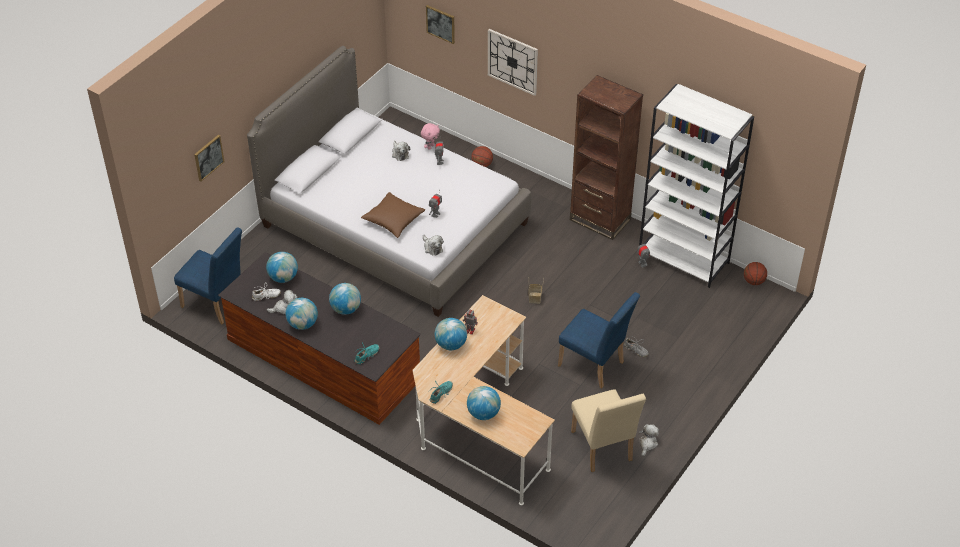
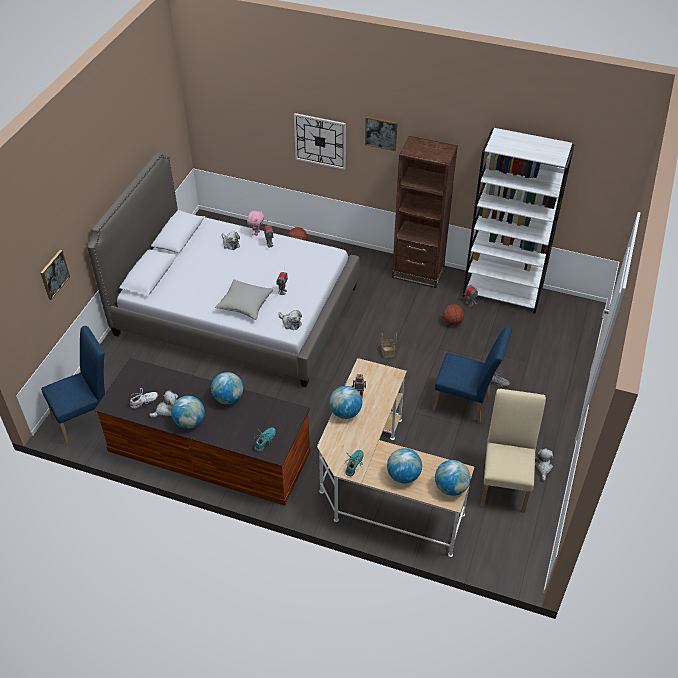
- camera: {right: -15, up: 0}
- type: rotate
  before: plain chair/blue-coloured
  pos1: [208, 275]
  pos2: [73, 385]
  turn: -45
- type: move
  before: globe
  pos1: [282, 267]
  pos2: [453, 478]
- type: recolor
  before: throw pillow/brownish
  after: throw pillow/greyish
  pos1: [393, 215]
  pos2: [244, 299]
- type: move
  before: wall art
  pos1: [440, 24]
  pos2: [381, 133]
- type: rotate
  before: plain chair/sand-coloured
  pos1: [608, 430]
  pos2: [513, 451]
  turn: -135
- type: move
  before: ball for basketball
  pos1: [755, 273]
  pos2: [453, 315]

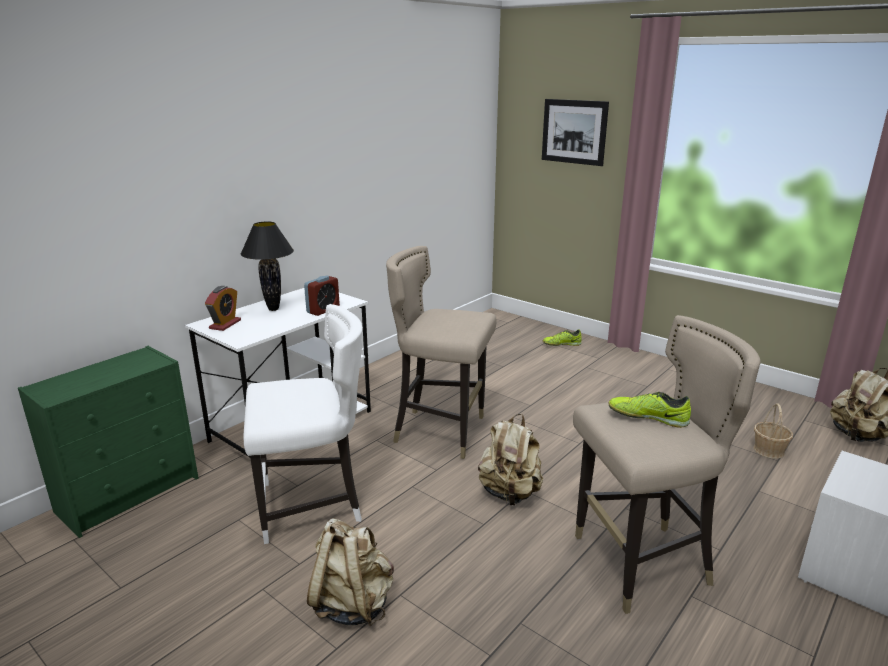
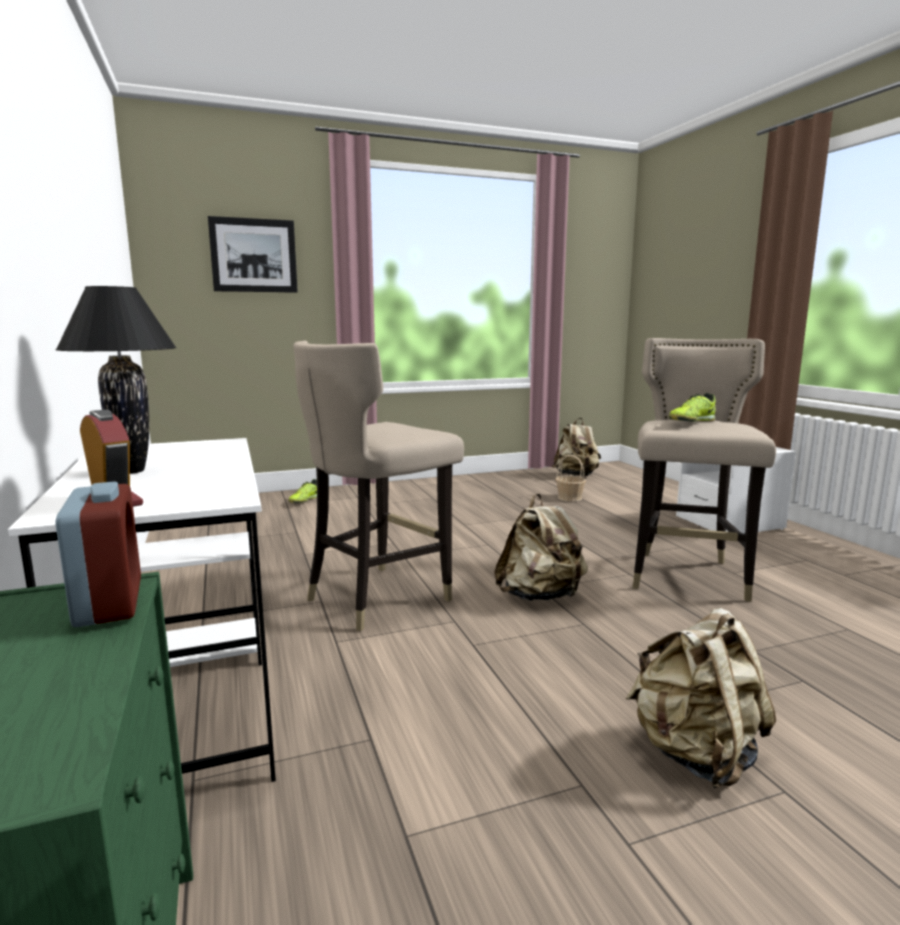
- camera: {right: -60, up: -10}
- type: delete
  before: plain chair/whitish
  pos1: [303, 424]
- type: move
  before: bedside clock
  pos1: [322, 295]
  pos2: [98, 554]

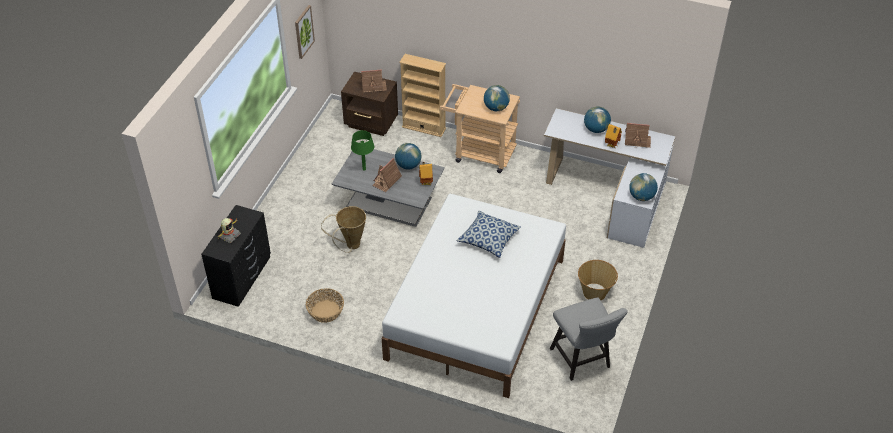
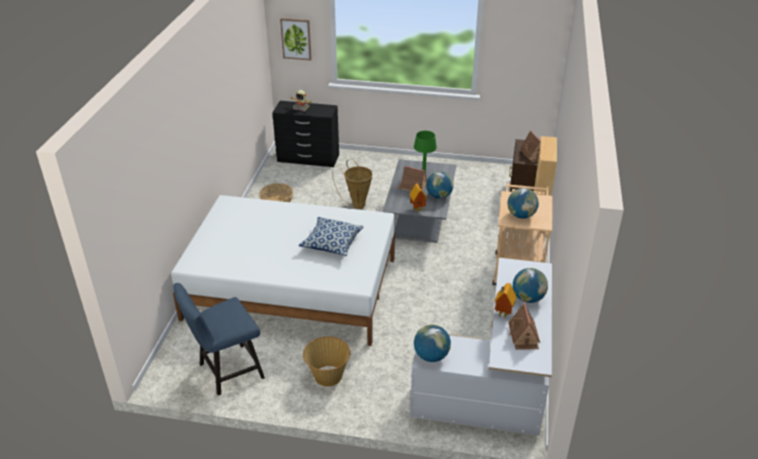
- camera: {right: 80, up: -10}
- type: move
  before: wall art
  pos1: [305, 32]
  pos2: [296, 39]
- type: recolor
  before: plain chair/greyish
  after: plain chair/blue-coloured
  pos1: [589, 339]
  pos2: [219, 339]

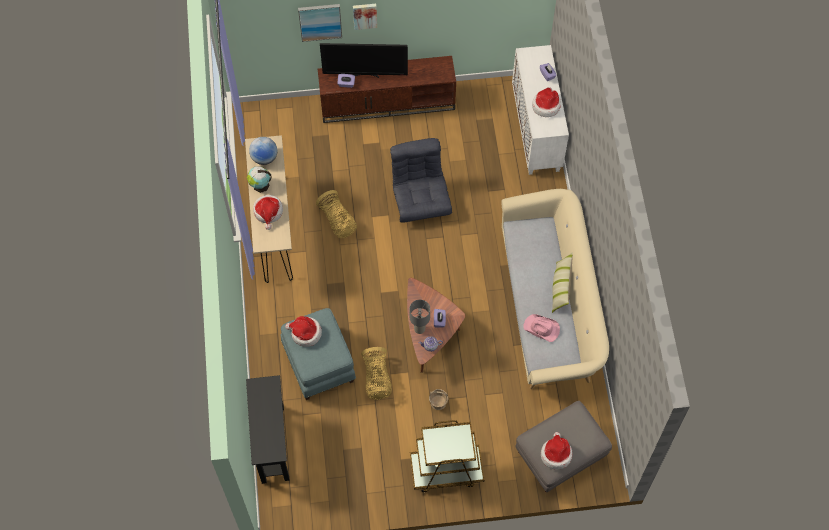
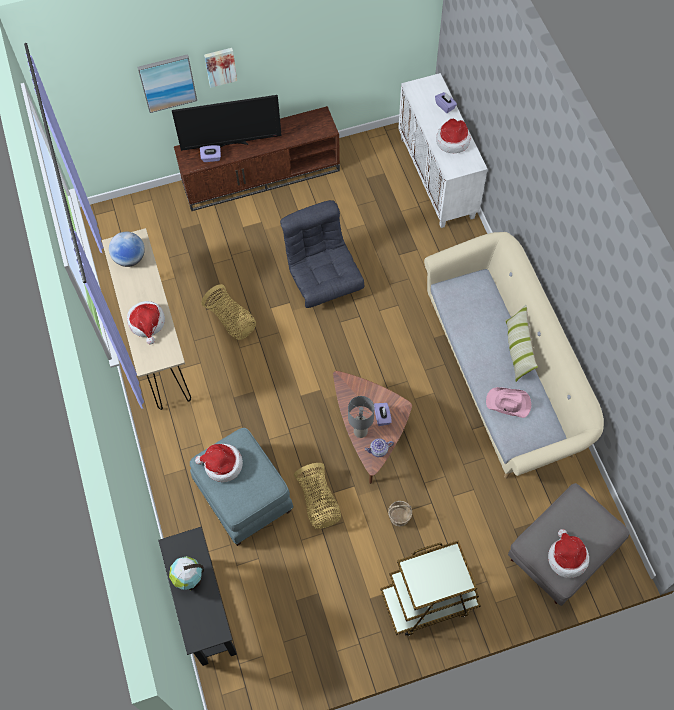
- camera: {right: -10, up: 0}
- type: move
  before: globe
  pos1: [259, 179]
  pos2: [186, 573]

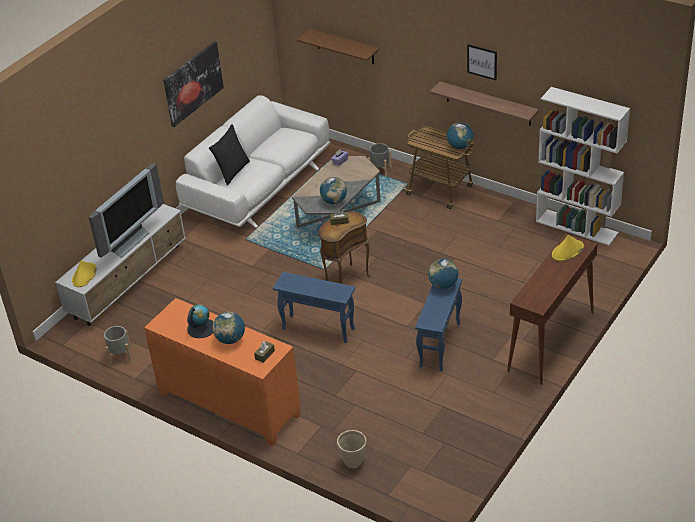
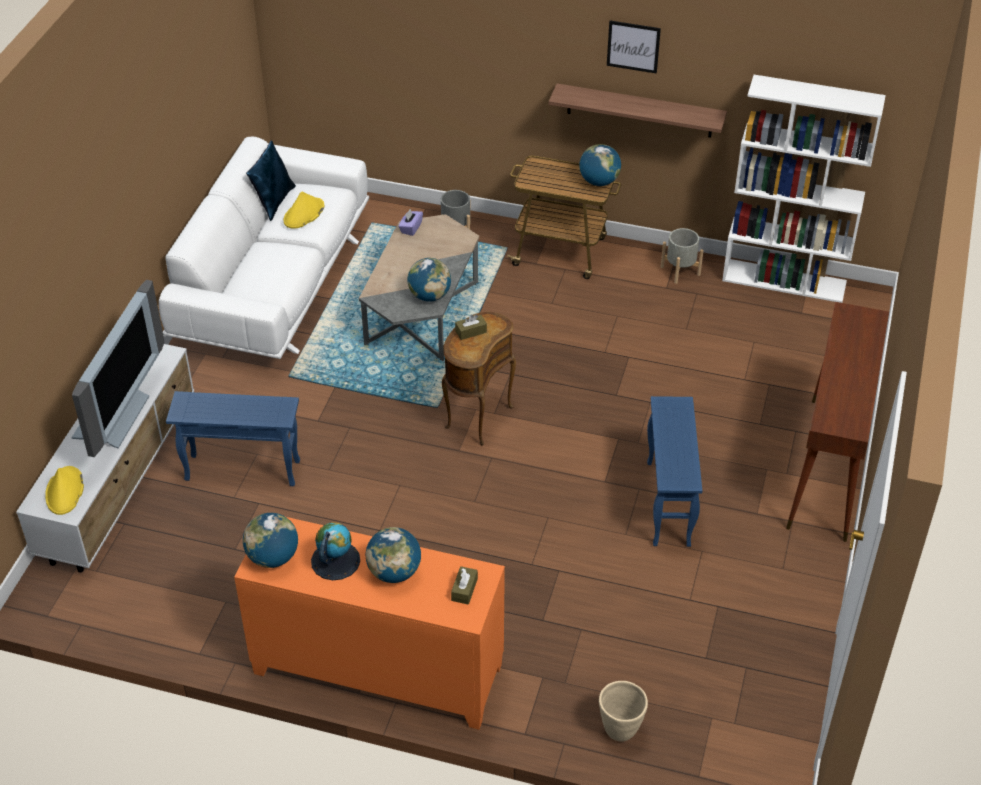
- camera: {right: -20, up: 5}
- type: move
  before: plant pot/greyish
  pos1: [118, 345]
  pos2: [682, 256]
- type: delete
  before: wall art
  pos1: [193, 84]
- type: delete
  before: throw pillow/blackish
  pos1: [229, 154]
- type: move
  before: side table/blue-coloured
  pos1: [314, 307]
  pos2: [233, 438]
- type: delete
  before: bracket shelf/brownish
  pos1: [338, 46]
- type: move
  before: globe
  pos1: [443, 274]
  pos2: [270, 540]
- type: move
  before: wearable hat/yellow
  pos1: [568, 248]
  pos2: [303, 209]
- type: insert
  after: throw pillow/blue-coloured
  pos2: [271, 180]

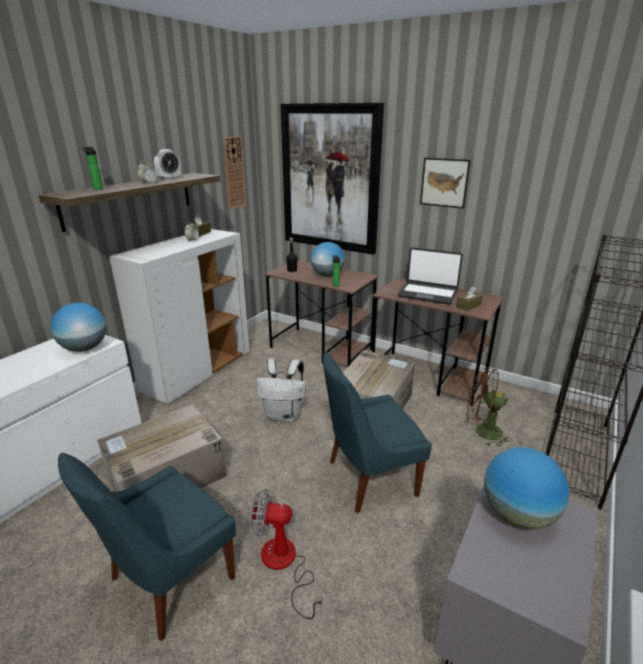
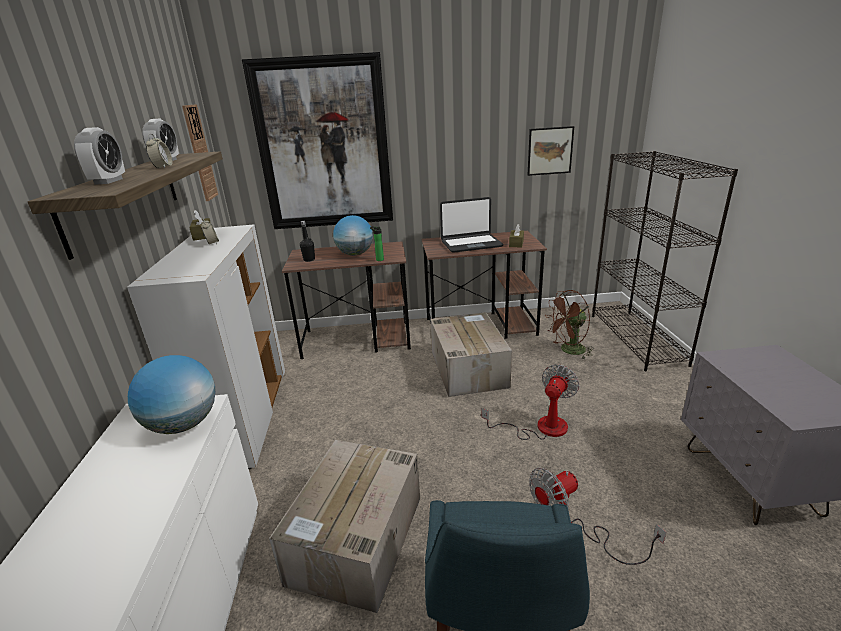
- camera: {right: -35, up: 0}
- type: replace
  before: beverage bottle
  after: bedside clock
  pos1: [93, 168]
  pos2: [99, 156]
- type: delete
  before: backpack/whitish
  pos1: [281, 390]
- type: replace
  before: plain chair/blue-coloured
  after: cooling fan
  pos1: [377, 432]
  pos2: [531, 402]
- type: move
  before: wall art
  pos1: [445, 183]
  pos2: [551, 151]
- type: delete
  before: globe
  pos1: [526, 488]

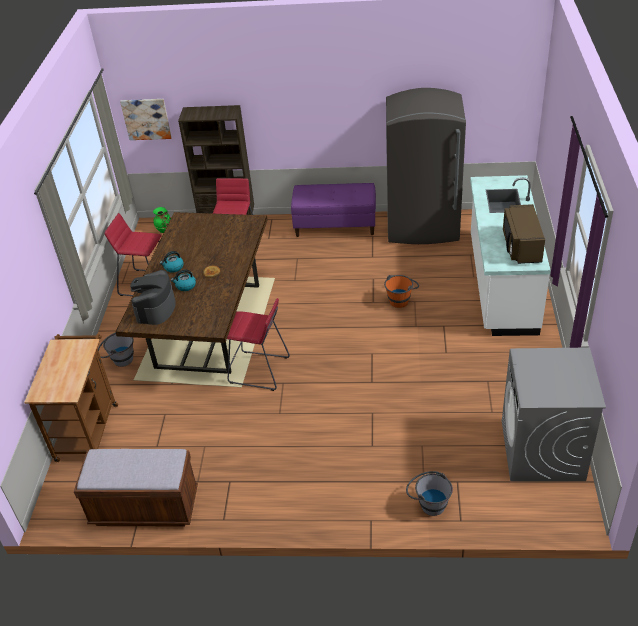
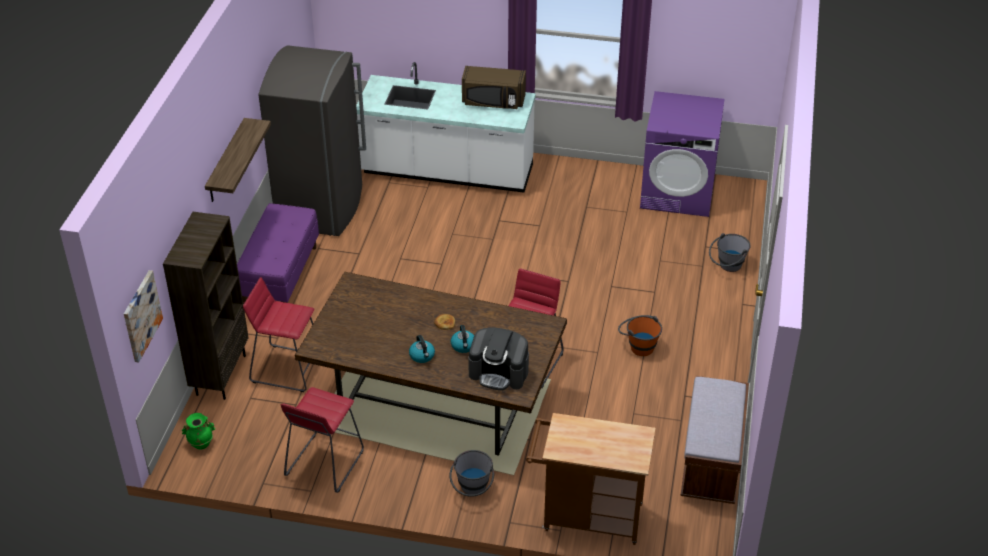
- camera: {right: -85, up: 0}
- type: move
  before: pail/orange
  pos1: [401, 291]
  pos2: [640, 335]
- type: recolor
  before: laundry machine/greyish
  after: laundry machine/purple-coloured
  pos1: [554, 414]
  pos2: [682, 154]
- type: insert
  after: bracket shelf
  pos2: [238, 160]

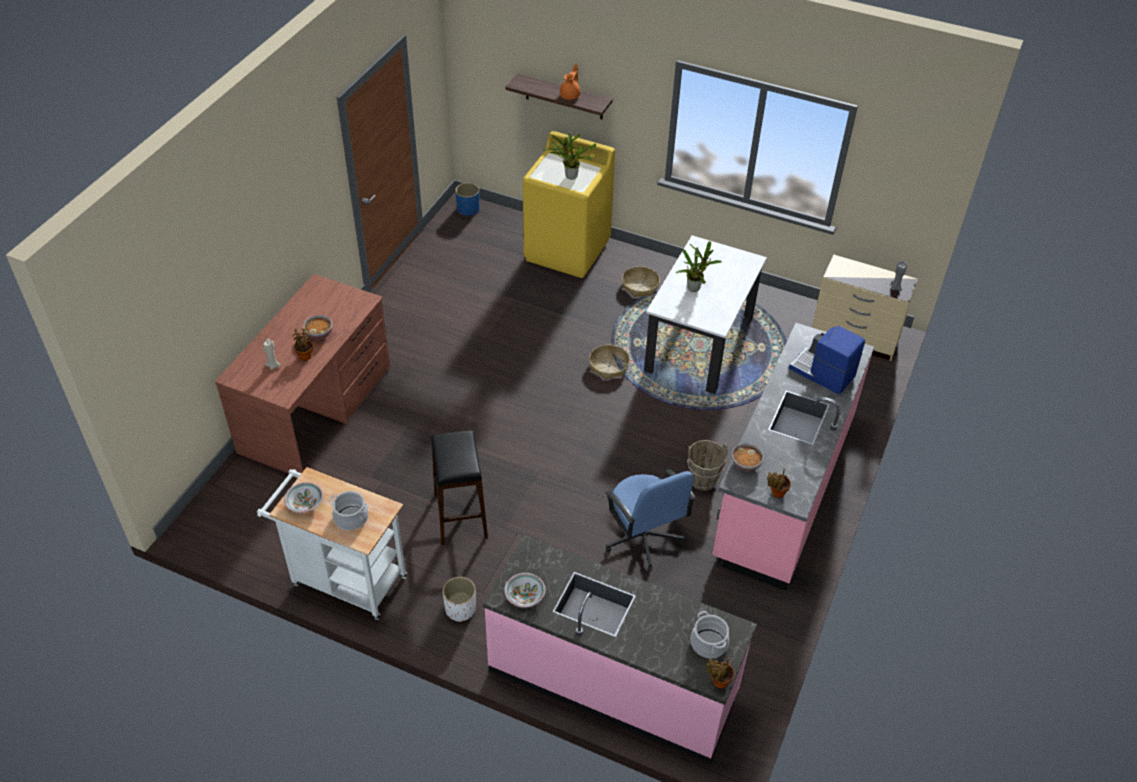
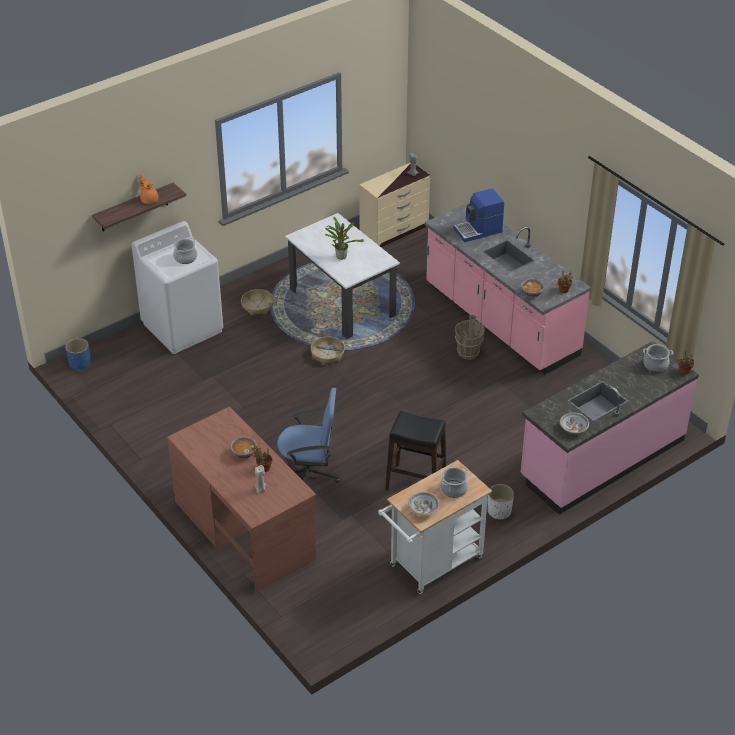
- camera: {right: -60, up: -5}
- type: recolor
  before: laundry machine/yellow
  after: laundry machine/whitish
  pos1: [569, 204]
  pos2: [177, 287]
- type: replace
  before: houseplant
  after: saucepot
  pos1: [569, 156]
  pos2: [185, 250]
- type: move
  before: computer chair/blue-coloured
  pos1: [650, 519]
  pos2: [308, 436]

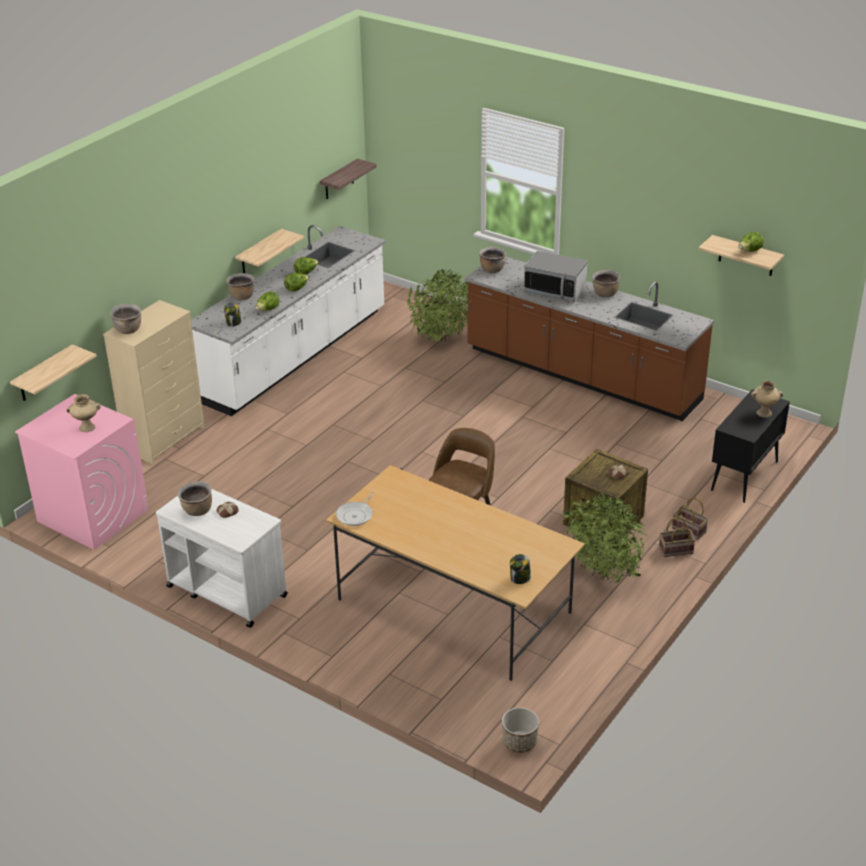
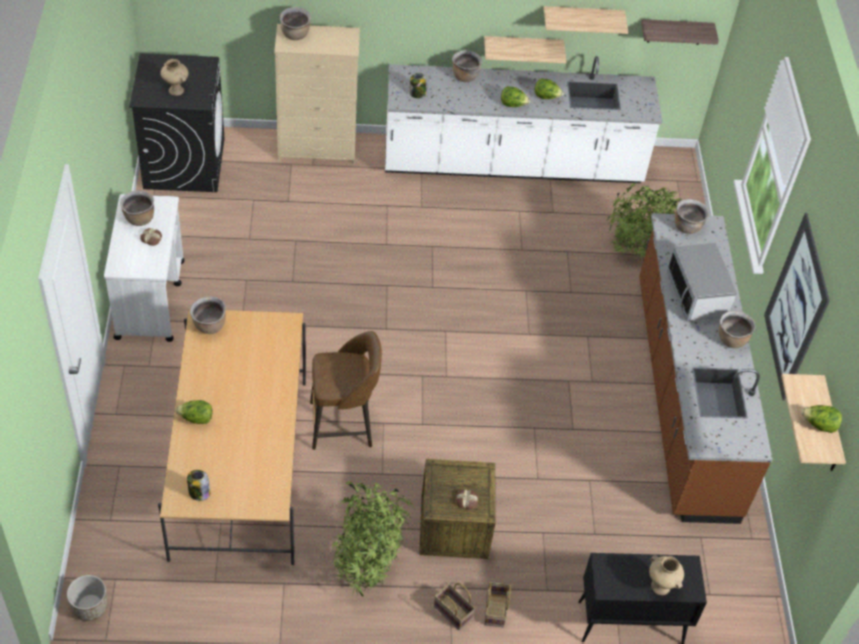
- camera: {right: 50, up: 15}
- type: move
  before: bracket shelf
  pos1: [53, 372]
  pos2: [586, 20]
- type: recolor
  before: laundry machine/pinkish
  after: laundry machine/blackish
  pos1: [82, 472]
  pos2: [176, 122]
- type: move
  before: head of lettuce
  pos1: [267, 301]
  pos2: [194, 412]
- type: replace
  before: pan
  after: saucepot/brownish
  pos1: [355, 509]
  pos2: [208, 315]
- type: insert
  after: wall art
  pos2: [797, 307]

